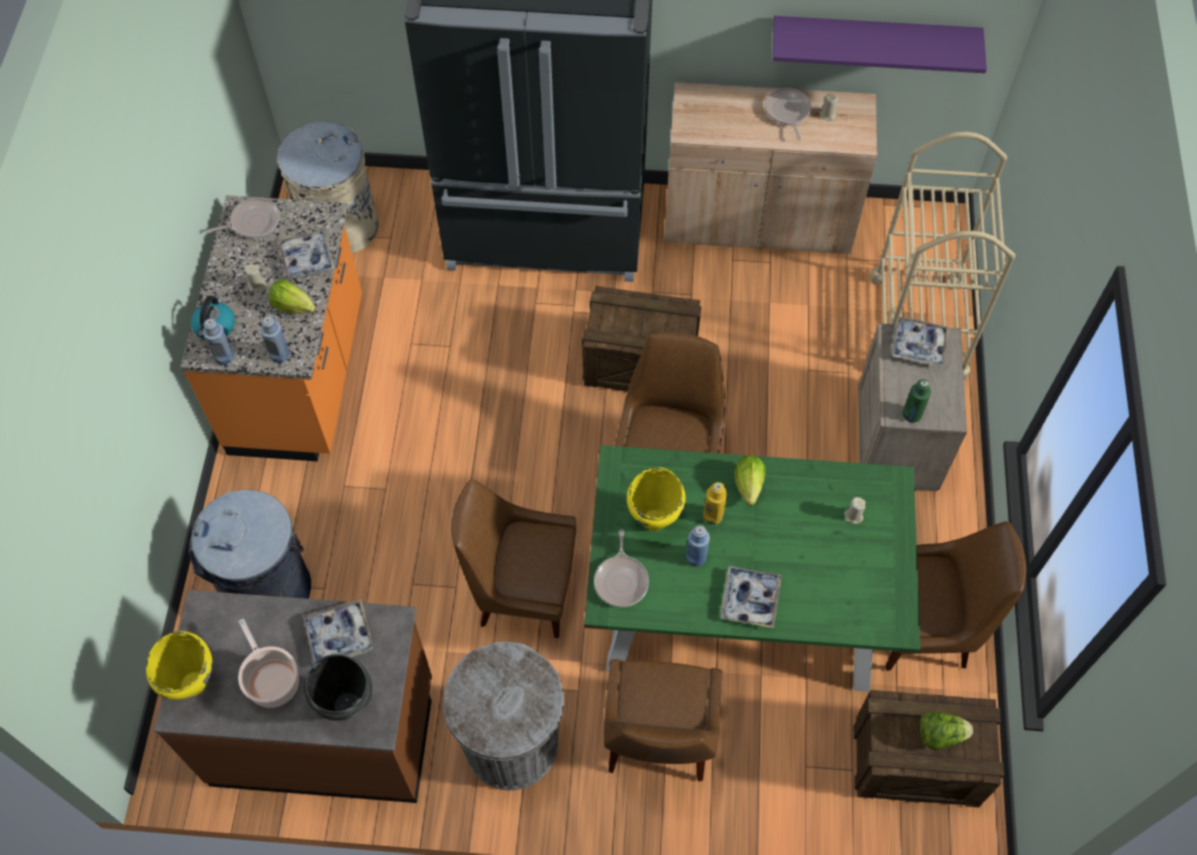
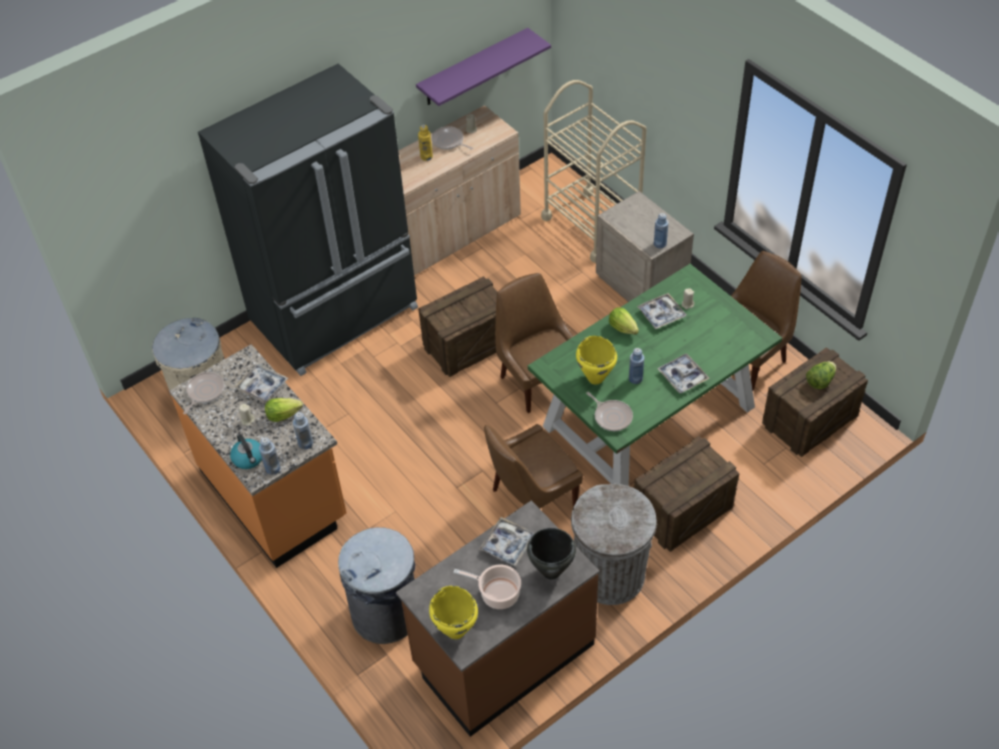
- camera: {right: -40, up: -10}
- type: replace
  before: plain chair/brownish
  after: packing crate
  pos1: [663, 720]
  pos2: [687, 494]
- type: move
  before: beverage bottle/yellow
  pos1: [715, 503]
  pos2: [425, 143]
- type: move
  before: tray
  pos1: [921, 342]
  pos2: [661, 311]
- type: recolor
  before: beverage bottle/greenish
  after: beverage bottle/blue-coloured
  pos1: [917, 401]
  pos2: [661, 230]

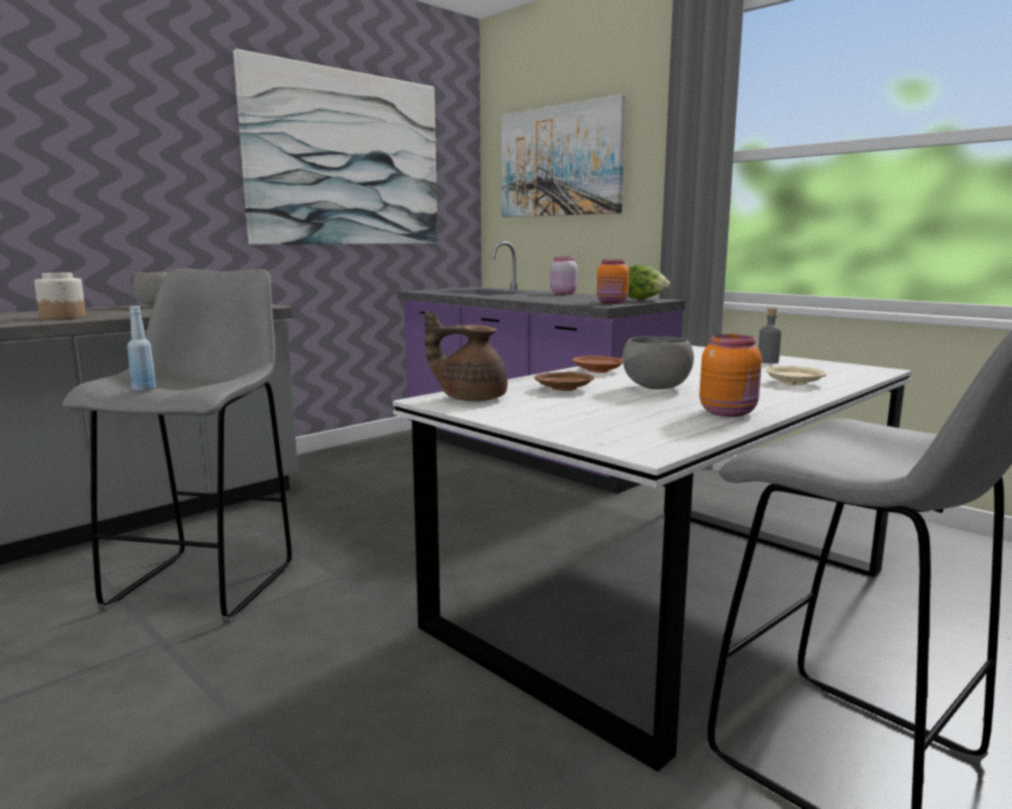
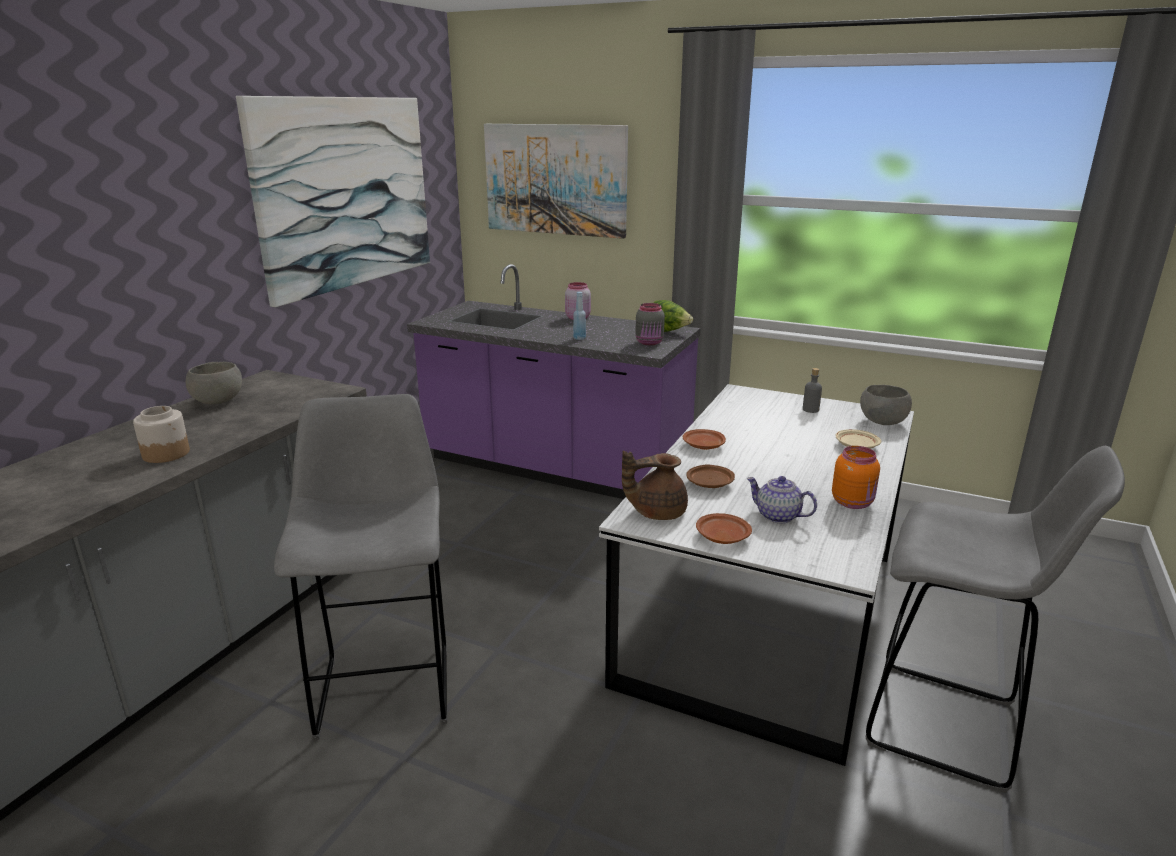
- camera: {right: -20, up: 10}
- type: move
  before: beverage bottle/blue-coloured
  pos1: [141, 348]
  pos2: [579, 316]
- type: recolor
  before: jar/orange
  after: jar/greyish
  pos1: [613, 281]
  pos2: [650, 324]
- type: move
  before: bowl/greyish
  pos1: [658, 362]
  pos2: [886, 405]
- type: insert
  after: flat dish/brownish
  pos2: [724, 528]
- type: insert
  after: pot for tea
  pos2: [781, 499]

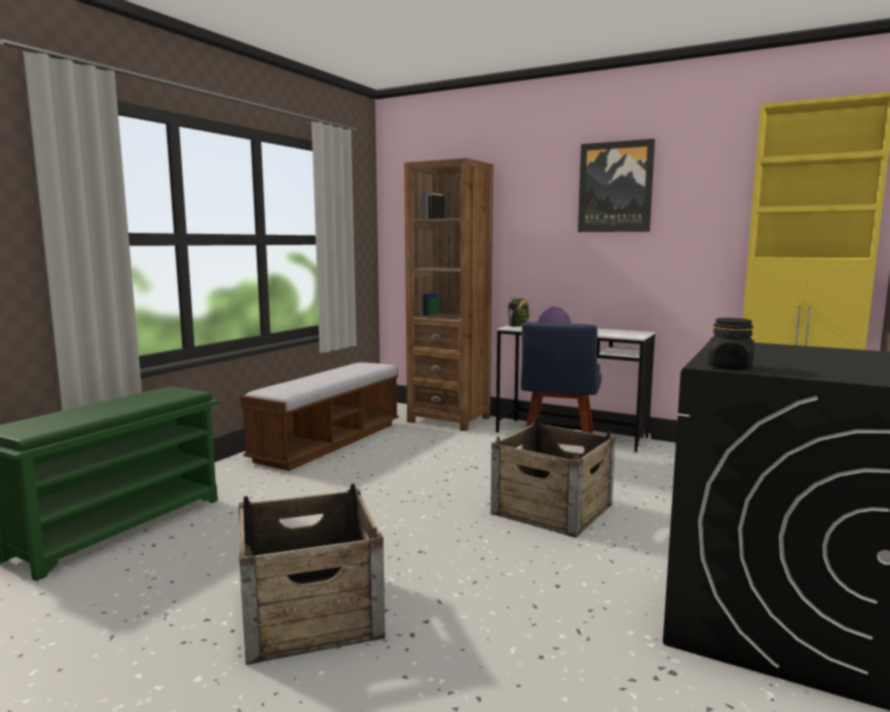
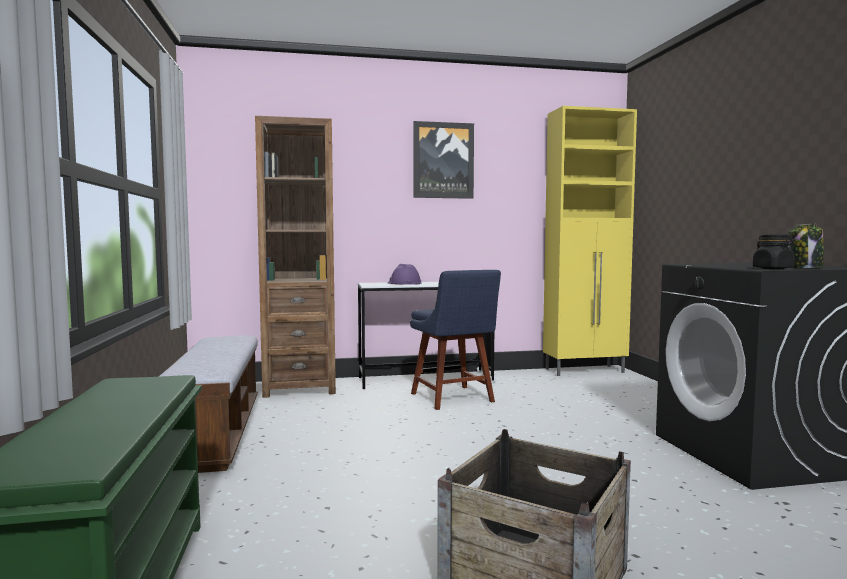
- camera: {right: -40, up: -5}
- type: delete
  before: packing crate
  pos1: [553, 478]
- type: move
  before: jar
  pos1: [519, 312]
  pos2: [806, 246]

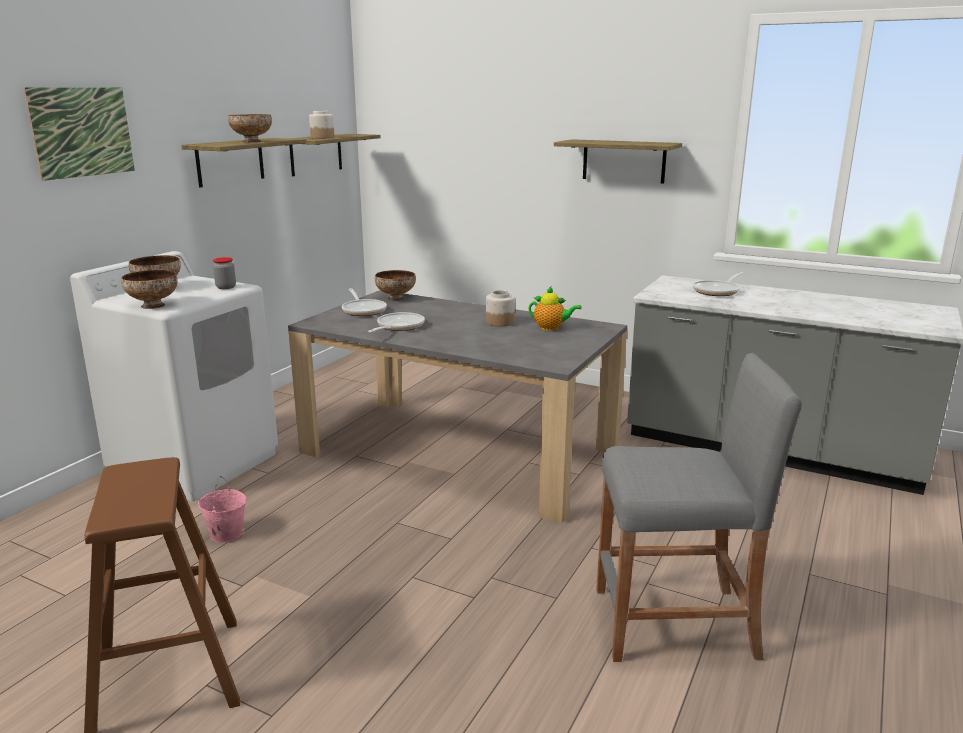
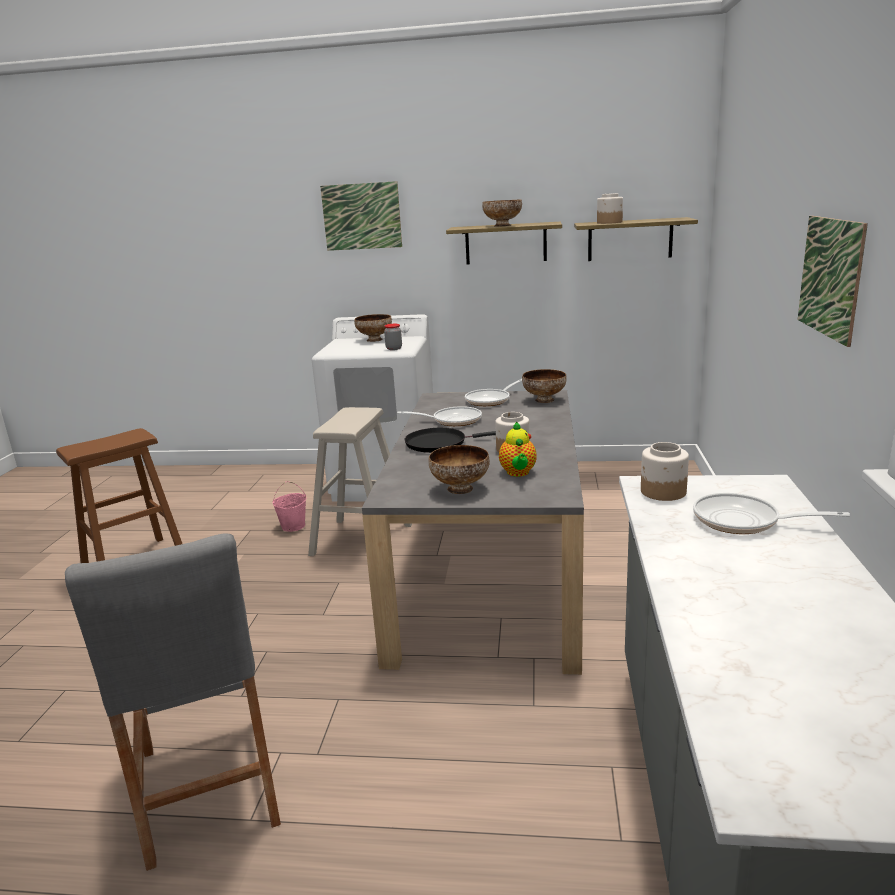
- camera: {right: 70, up: 0}
- type: move
  before: bowl
  pos1: [149, 289]
  pos2: [459, 469]
- type: replace
  before: bracket shelf
  after: wall art
  pos1: [618, 161]
  pos2: [833, 281]
- type: insert
  after: sitting stool/sand-coloured
  pos2: [360, 481]
- type: insert
  after: pan/blackish
  pos2: [450, 440]
- type: insert
  after: jar
  pos2: [665, 471]

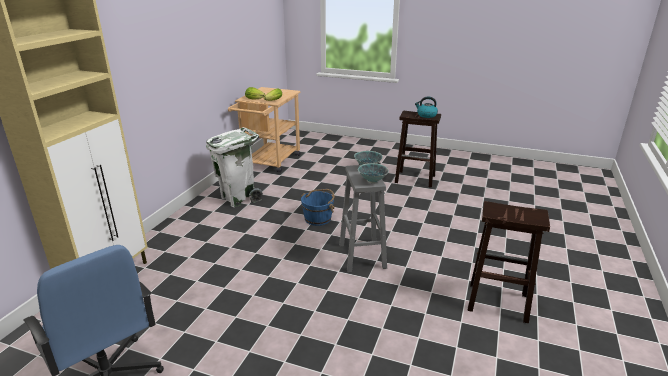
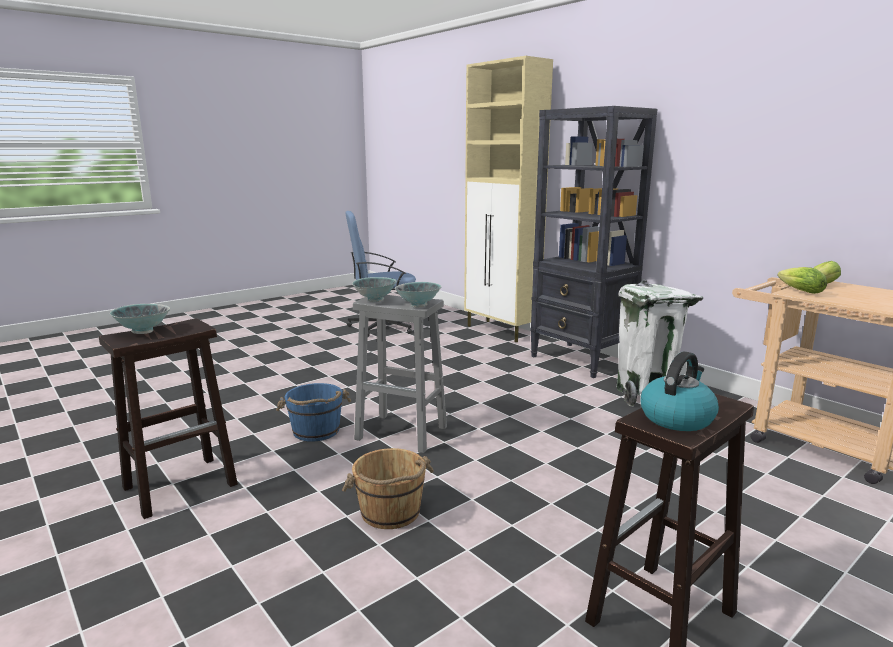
- camera: {right: 120, up: -10}
- type: move
  before: pail/blue-coloured
  pos1: [318, 207]
  pos2: [313, 412]
- type: insert
  after: bowl
  pos2: [140, 319]
- type: insert
  after: pail/brownish
  pos2: [388, 488]
- type: insert
  after: bookcase/blackish
  pos2: [594, 242]

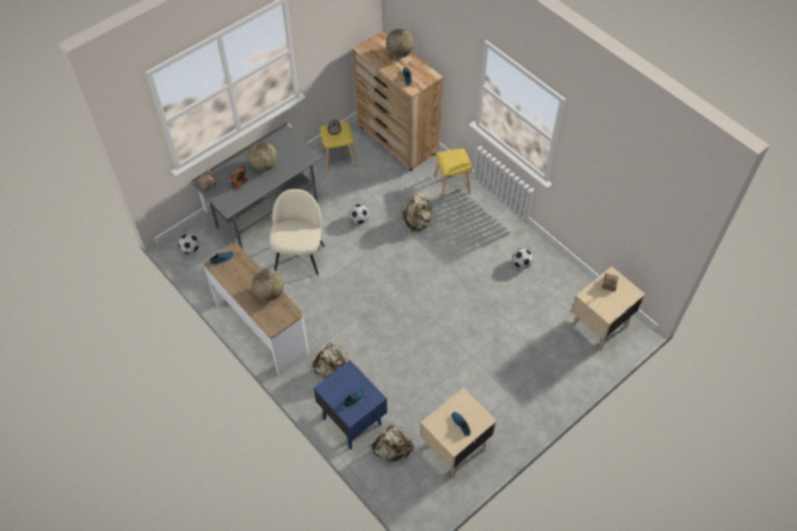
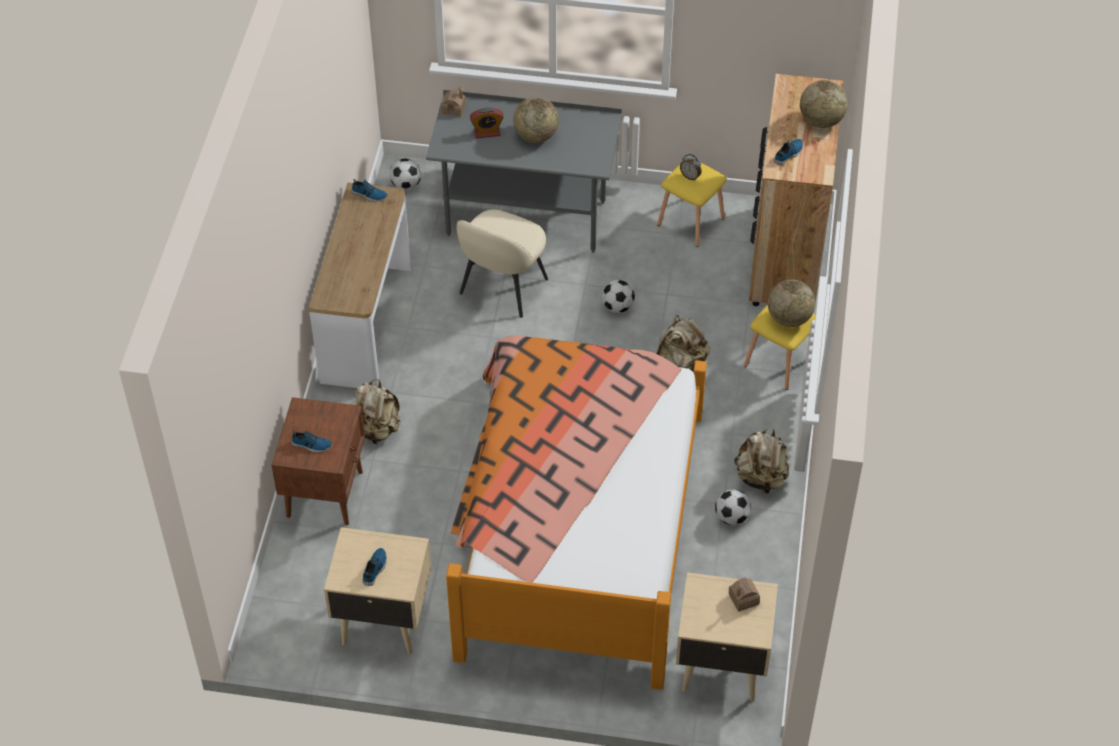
- camera: {right: 50, up: -5}
- type: move
  before: globe
  pos1: [268, 285]
  pos2: [791, 303]
- type: rotate
  before: plain chair/sand-coloured
  pos1: [296, 232]
  pos2: [502, 264]
  turn: 150
- type: recolor
  before: nightstand/blue-coloured
  after: nightstand/brownish
  pos1: [350, 405]
  pos2: [318, 461]
- type: move
  before: backpack/sand-coloured
  pos1: [393, 443]
  pos2: [761, 460]
- type: insert
  after: sleeping bed
  pos2: [576, 512]

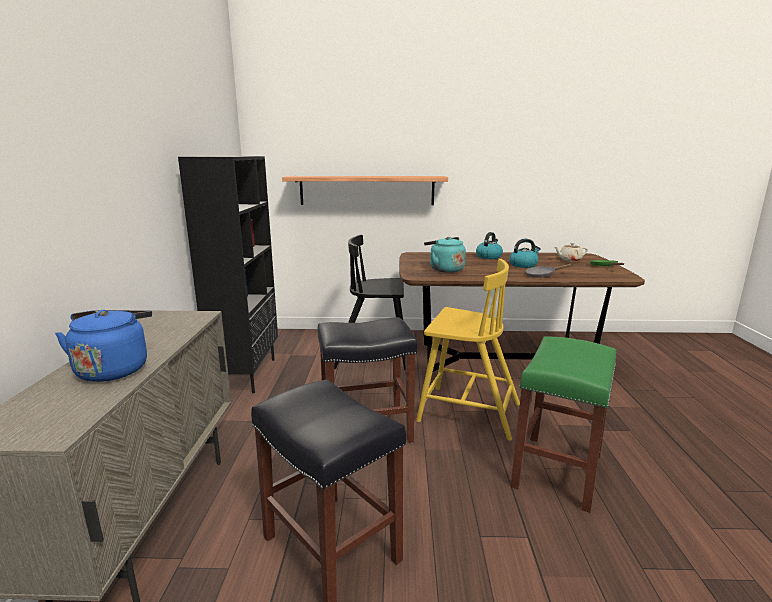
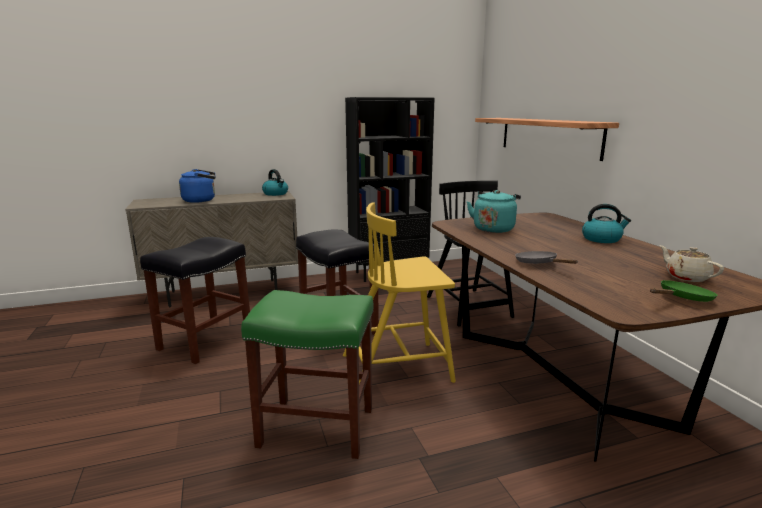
- camera: {right: 70, up: 0}
- type: rotate
  before: plain chair/yellow
  pos1: [468, 350]
  pos2: [399, 293]
  turn: 75
- type: move
  before: tea kettle
  pos1: [525, 253]
  pos2: [275, 182]

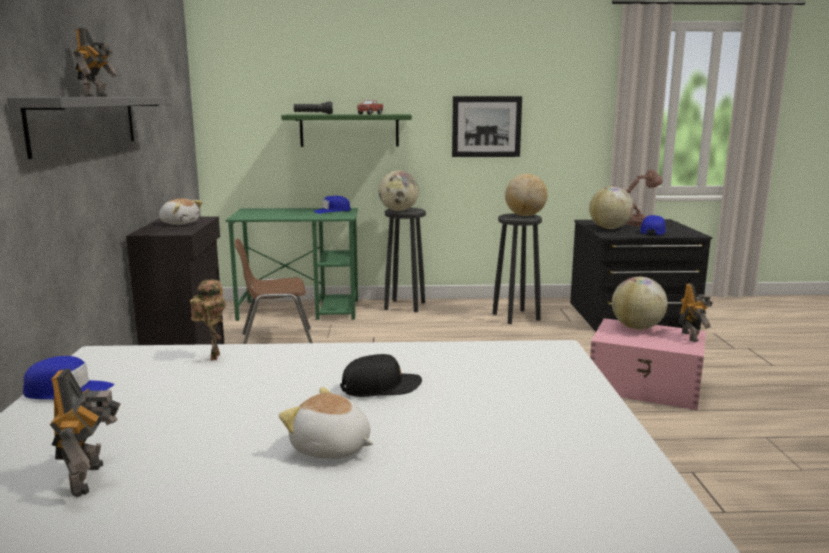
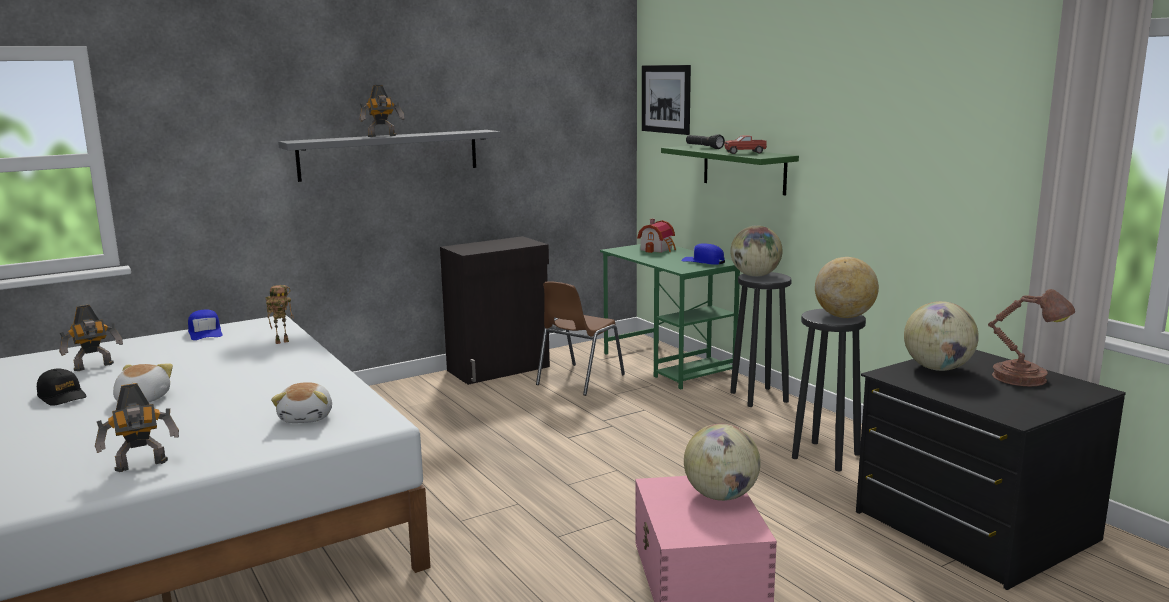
- camera: {right: 60, up: 0}
- type: move
  before: soft toy
  pos1: [181, 211]
  pos2: [301, 402]
- type: rotate
  before: plain chair/brownish
  pos1: [274, 291]
  pos2: [580, 338]
  turn: -105
- type: move
  before: peaked cap/blackish
  pos1: [381, 375]
  pos2: [62, 387]
- type: move
  before: wall art
  pos1: [487, 126]
  pos2: [666, 100]
- type: delete
  before: peaked cap/blue-coloured
  pos1: [653, 225]
- type: move
  before: toy robot
  pos1: [695, 312]
  pos2: [137, 427]
- type: insert
  after: miniature house
  pos2: [656, 236]

